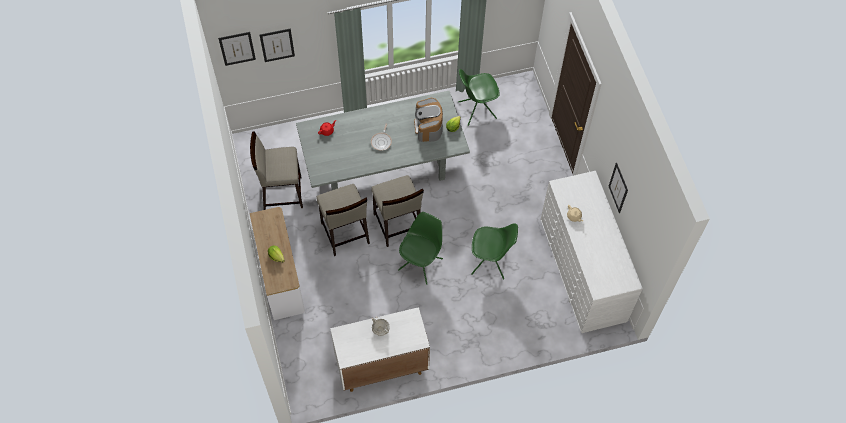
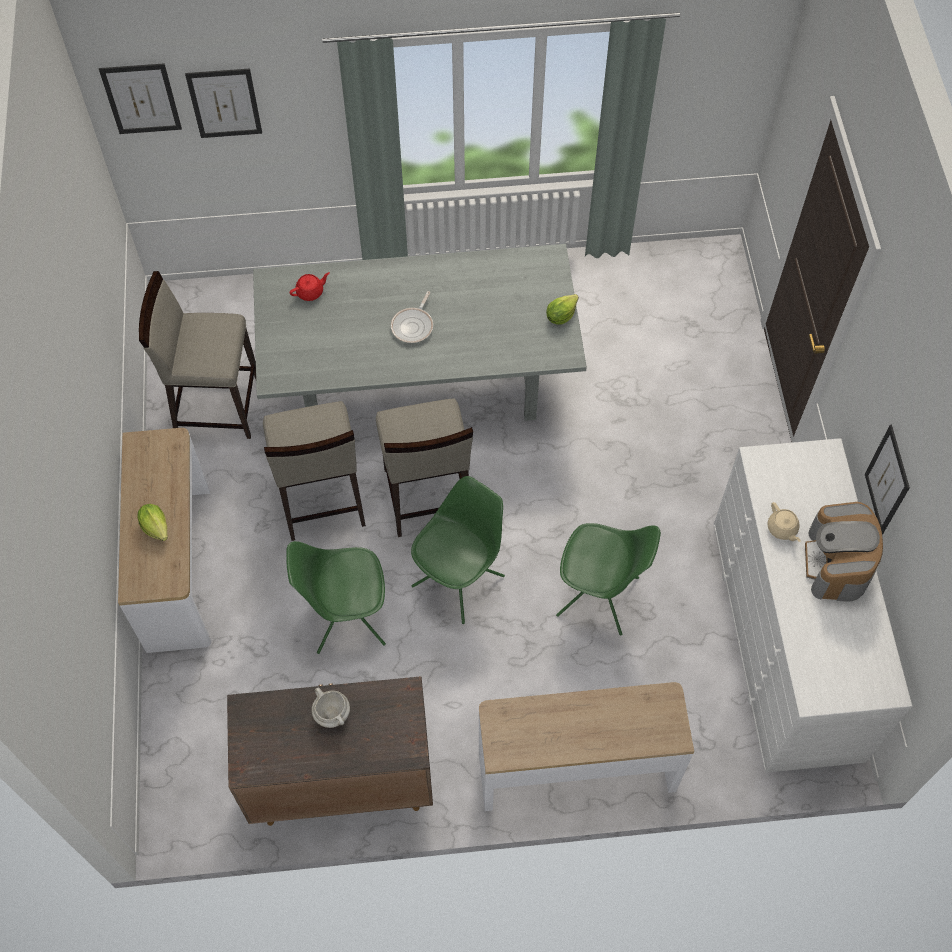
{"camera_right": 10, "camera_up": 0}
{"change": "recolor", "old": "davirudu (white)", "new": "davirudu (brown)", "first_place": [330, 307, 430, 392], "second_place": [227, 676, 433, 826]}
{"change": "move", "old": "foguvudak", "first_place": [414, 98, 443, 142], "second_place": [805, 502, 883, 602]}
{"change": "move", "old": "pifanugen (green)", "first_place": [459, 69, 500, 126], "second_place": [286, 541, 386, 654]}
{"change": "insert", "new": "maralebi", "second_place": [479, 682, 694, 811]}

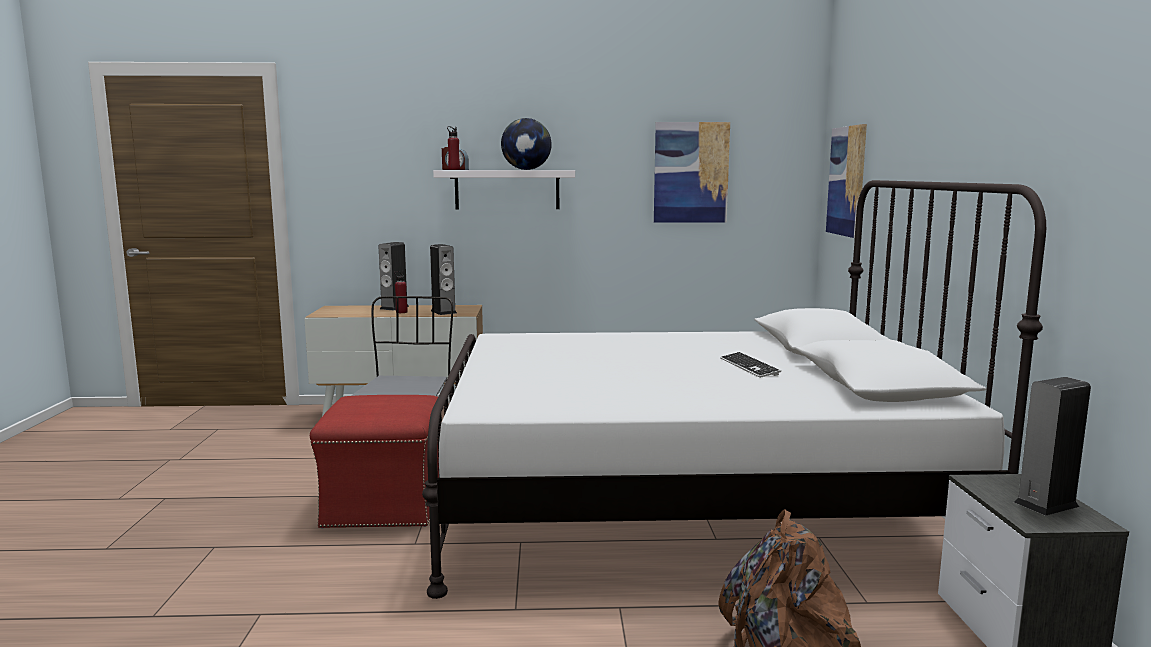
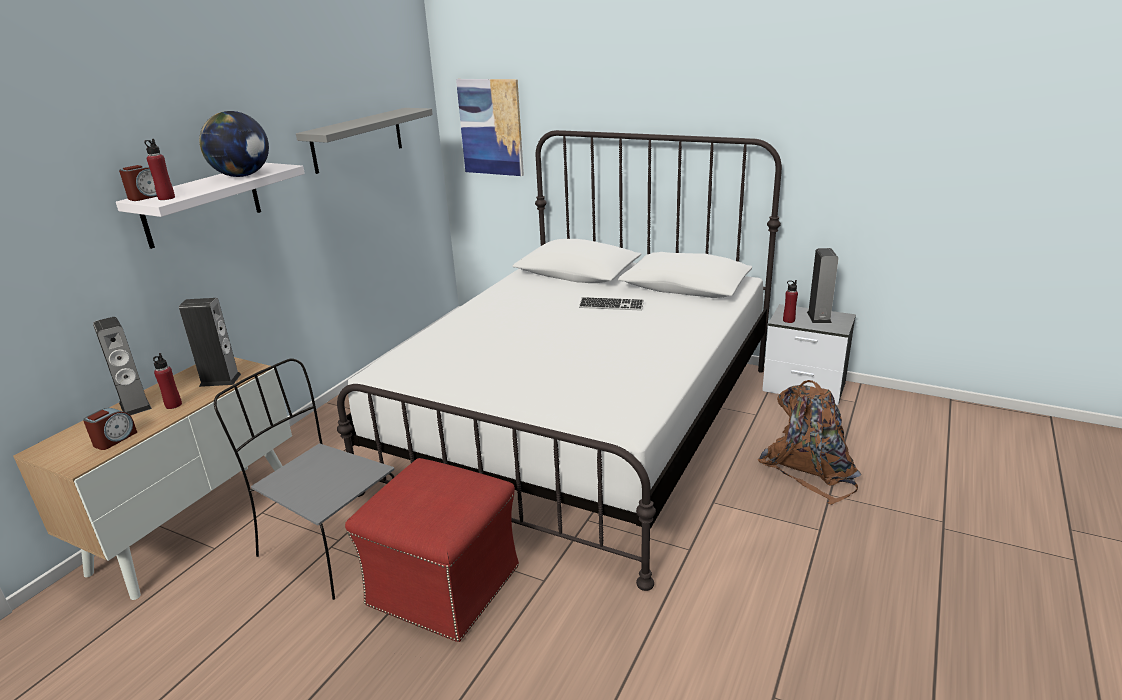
{"camera_right": -60, "camera_up": 15}
{"change": "replace", "old": "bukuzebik", "new": "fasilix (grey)", "first_place": [654, 122, 730, 223], "second_place": [296, 108, 433, 174]}
{"change": "insert", "new": "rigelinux", "second_place": [83, 408, 138, 450]}
{"change": "insert", "new": "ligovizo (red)", "second_place": [783, 280, 798, 323]}

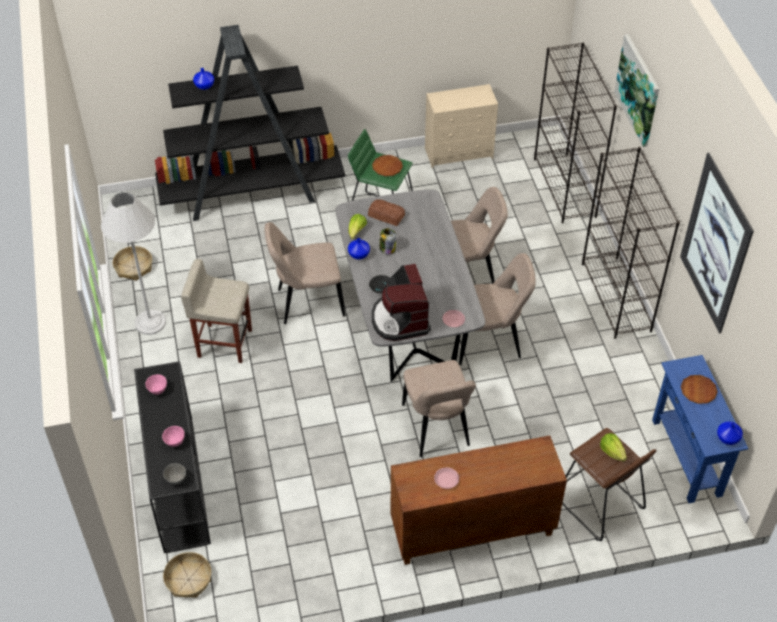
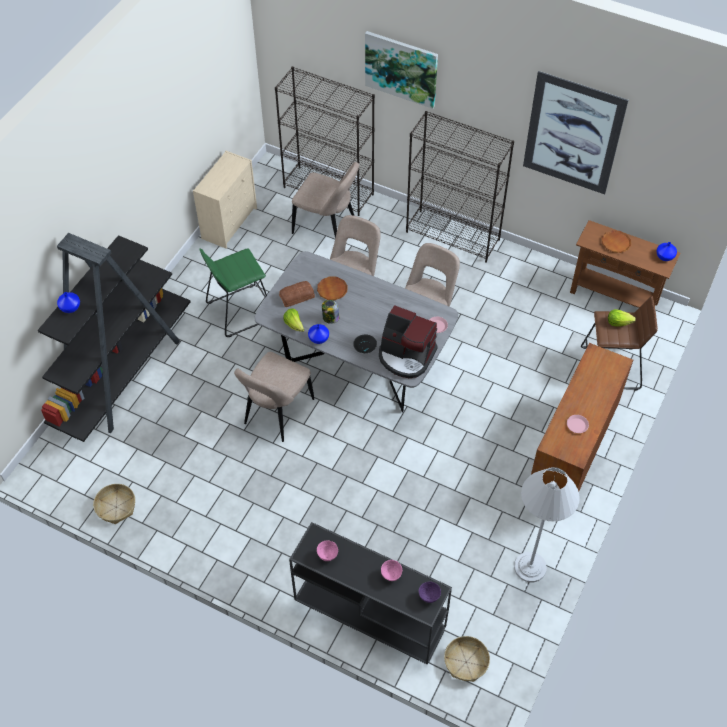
{"camera_right": -50, "camera_up": 5}
{"change": "move", "old": "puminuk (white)", "first_place": [101, 192, 166, 335], "second_place": [514, 467, 580, 582]}
{"change": "recolor", "old": "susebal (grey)", "new": "susebal (purple)", "first_place": [163, 463, 186, 485], "second_place": [419, 582, 441, 603]}
{"change": "delete", "old": "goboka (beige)", "first_place": [181, 259, 252, 363]}
{"change": "move", "old": "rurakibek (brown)", "first_place": [372, 155, 403, 176], "second_place": [317, 276, 348, 300]}
{"change": "move", "old": "pifanugen (beige)", "first_place": [402, 360, 476, 457], "second_place": [292, 162, 359, 238]}
{"change": "recolor", "old": "maralebi (blue)", "new": "maralebi (brown)", "first_place": [652, 355, 748, 503], "second_place": [570, 220, 680, 308]}

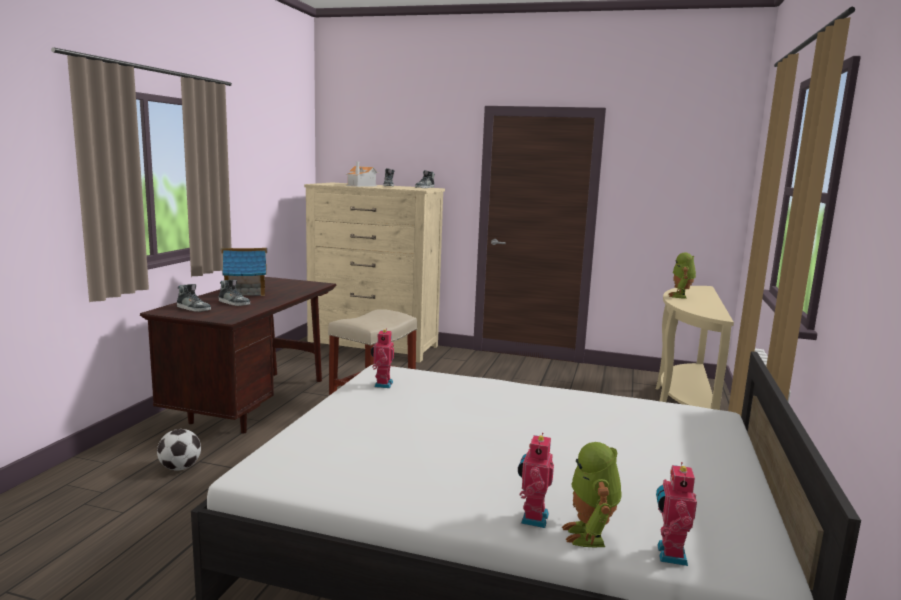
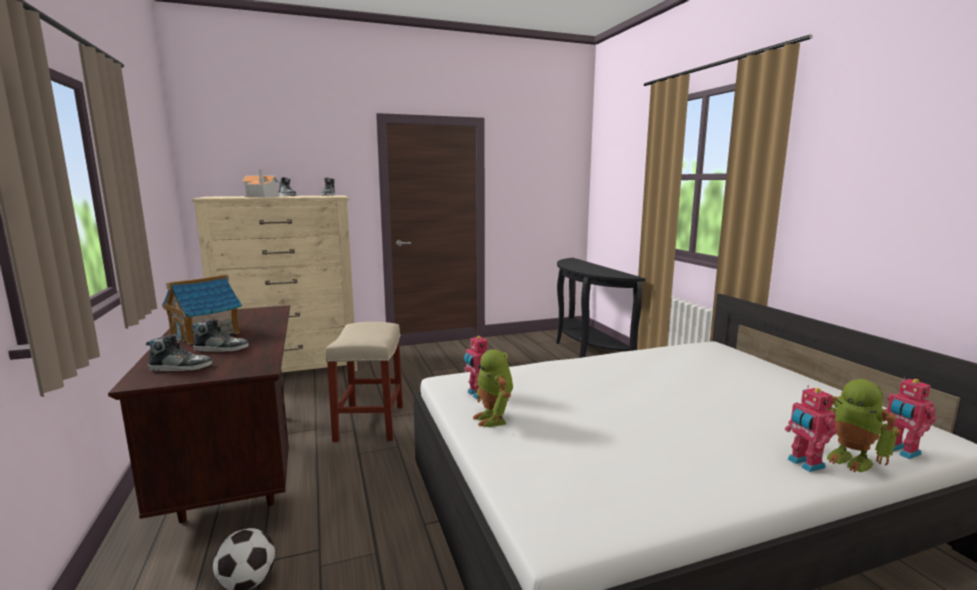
{"camera_right": -35, "camera_up": 0}
{"change": "recolor", "old": "maralebi (beige)", "new": "maralebi (black)", "first_place": [656, 286, 734, 410], "second_place": [556, 258, 646, 358]}
{"change": "move", "old": "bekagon", "first_place": [668, 252, 696, 299], "second_place": [473, 349, 513, 427]}

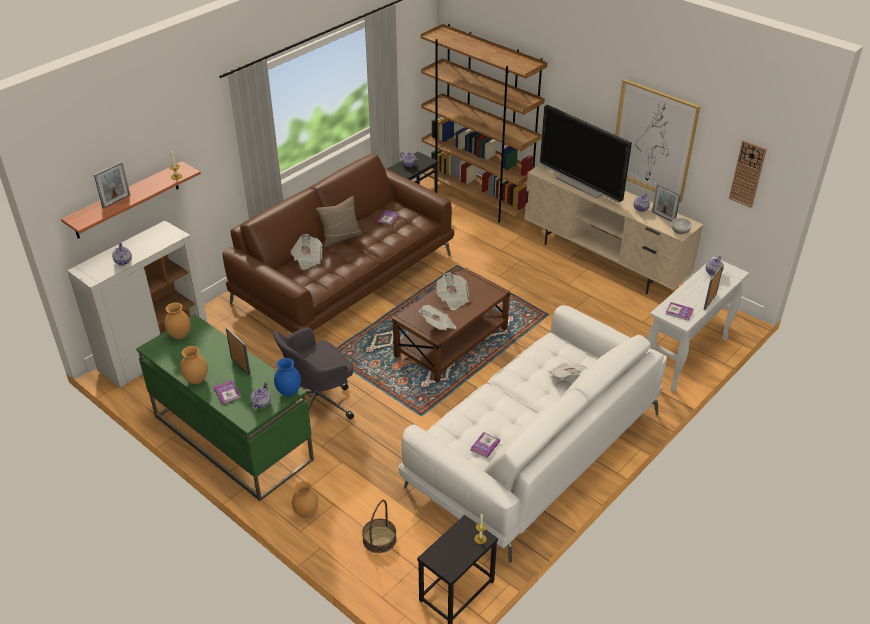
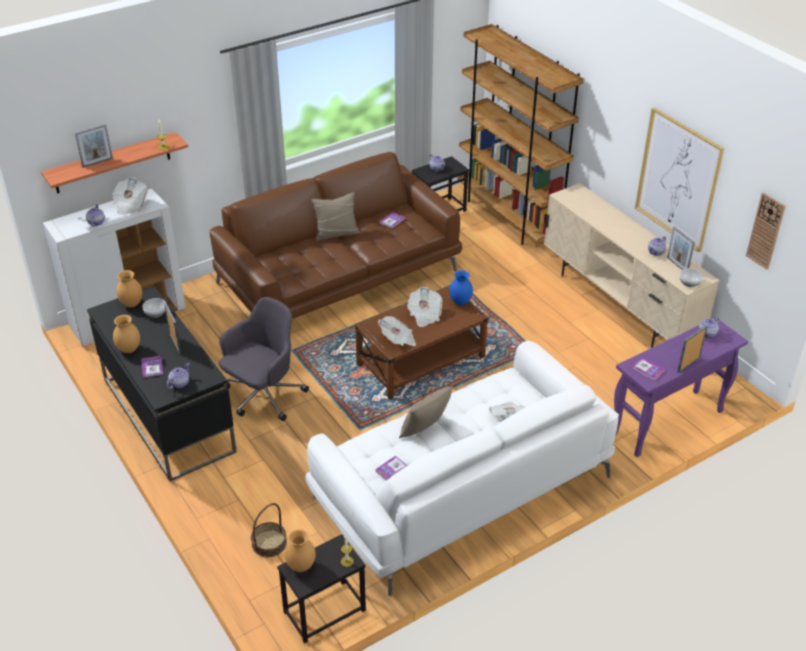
{"camera_right": 15, "camera_up": 0}
{"change": "recolor", "old": "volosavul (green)", "new": "volosavul (black)", "first_place": [136, 314, 314, 501], "second_place": [87, 286, 237, 482]}
{"change": "rotate", "old": "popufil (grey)", "first_place": [274, 327, 354, 419], "second_place": [219, 297, 309, 421], "degrees": 150}
{"change": "move", "old": "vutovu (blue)", "first_place": [274, 358, 301, 396], "second_place": [449, 270, 473, 305]}
{"change": "move", "old": "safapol", "first_place": [291, 234, 323, 270], "second_place": [112, 177, 148, 215]}
{"change": "move", "old": "vutovu (brown)", "first_place": [292, 481, 318, 518], "second_place": [285, 529, 316, 572]}
{"change": "delete", "old": "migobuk", "first_place": [540, 105, 632, 203]}
{"change": "recolor", "old": "maralebi (white)", "new": "maralebi (purple)", "first_place": [647, 257, 749, 392], "second_place": [614, 317, 748, 457]}
{"change": "insert", "new": "susebal", "second_place": [142, 298, 166, 318]}
{"change": "insert", "new": "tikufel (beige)", "second_place": [399, 386, 453, 438]}

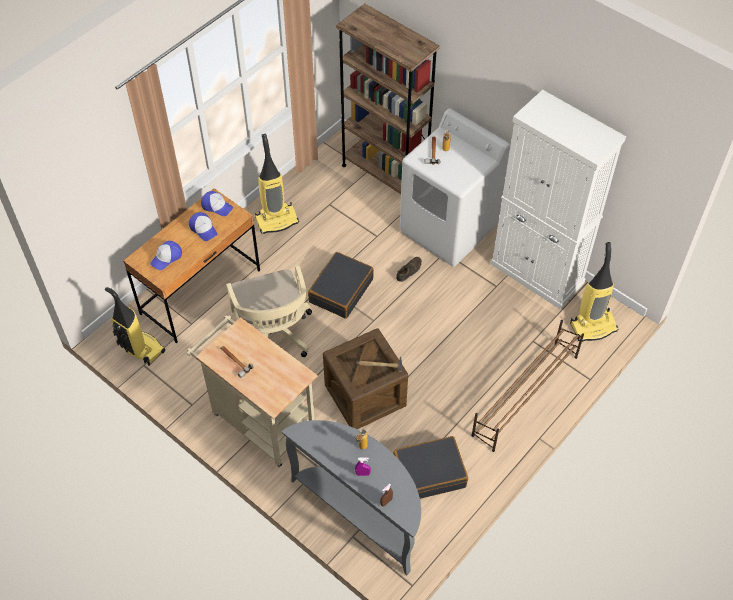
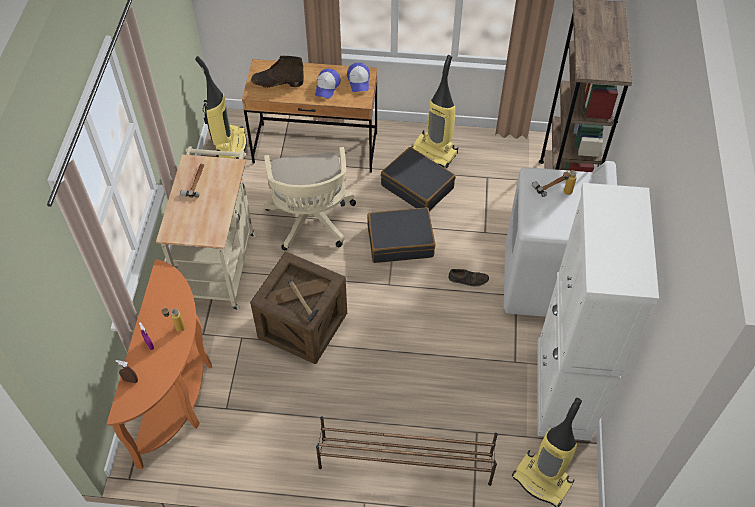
{"camera_right": 55, "camera_up": 0}
{"change": "replace", "old": "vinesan", "new": "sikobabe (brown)", "first_place": [150, 241, 182, 270], "second_place": [251, 56, 304, 88]}
{"change": "rotate", "old": "popufil (beige)", "first_place": [226, 265, 312, 357], "second_place": [263, 147, 356, 250], "degrees": -45}
{"change": "recolor", "old": "maralebi (grey)", "new": "maralebi (orange)", "first_place": [282, 420, 421, 575], "second_place": [107, 259, 212, 469]}
{"change": "move", "old": "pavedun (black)", "first_place": [393, 436, 468, 499], "second_place": [381, 147, 456, 211]}

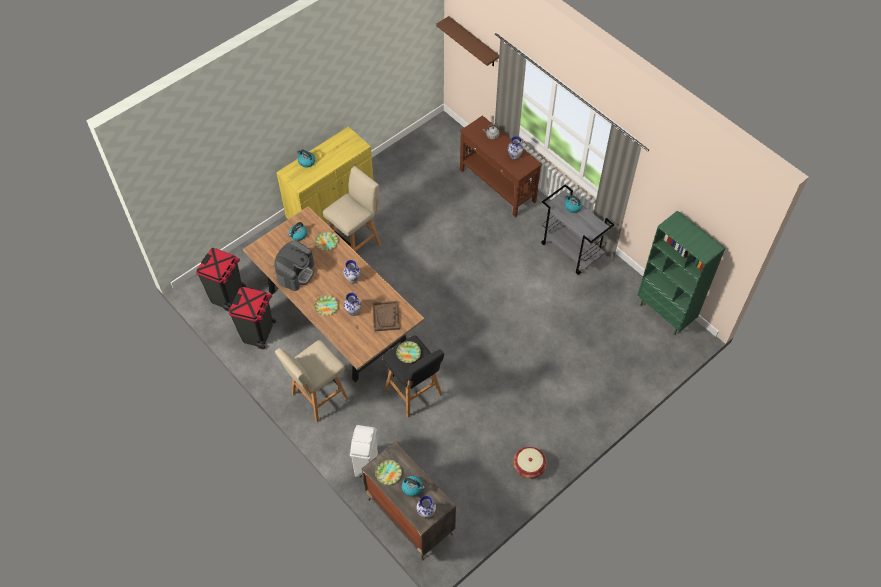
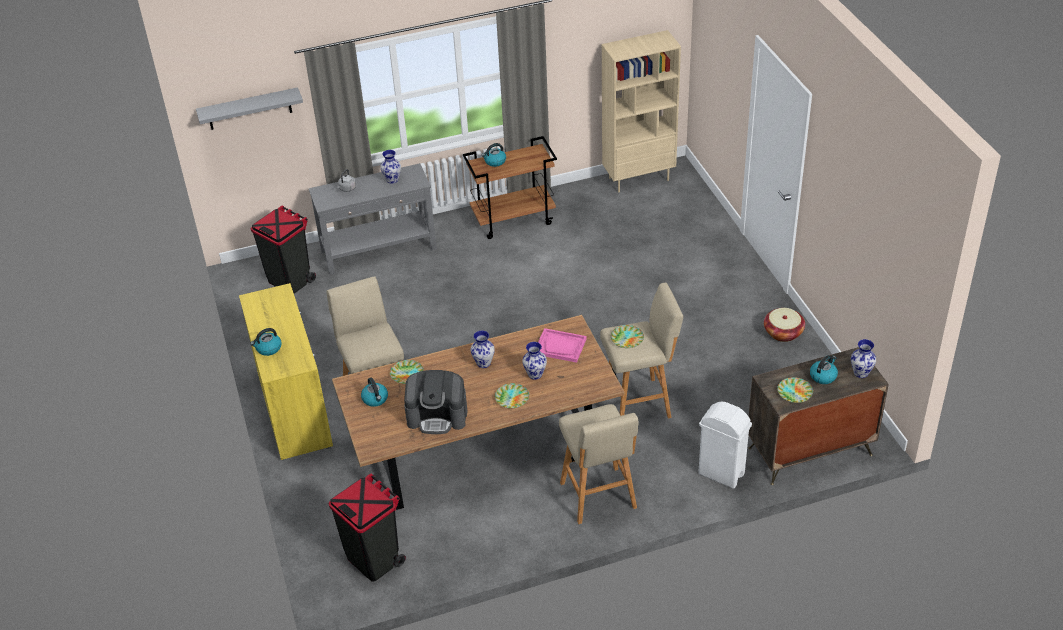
{"camera_right": -65, "camera_up": -15}
{"change": "move", "old": "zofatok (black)", "first_place": [229, 286, 276, 349], "second_place": [251, 205, 316, 294]}
{"change": "rotate", "old": "foguvudak", "first_place": [274, 241, 314, 291], "second_place": [404, 370, 467, 434], "degrees": 135}
{"change": "recolor", "old": "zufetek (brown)", "new": "zufetek (pink)", "first_place": [373, 301, 400, 331], "second_place": [538, 328, 587, 363]}
{"change": "recolor", "old": "goboka (black)", "new": "goboka (beige)", "first_place": [382, 335, 444, 417], "second_place": [600, 283, 683, 418]}
{"change": "recolor", "old": "fasilix (brown)", "new": "fasilix (grey)", "first_place": [436, 16, 499, 66], "second_place": [196, 87, 303, 130]}
{"change": "recolor", "old": "maralebi (brown)", "new": "maralebi (grey)", "first_place": [460, 115, 542, 218], "second_place": [309, 163, 437, 275]}
{"change": "recolor", "old": "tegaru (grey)", "new": "tegaru (brown)", "first_place": [540, 184, 615, 275], "second_place": [463, 136, 557, 239]}
{"change": "recolor", "old": "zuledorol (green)", "new": "zuledorol (beige)", "first_place": [637, 210, 725, 335], "second_place": [602, 30, 681, 193]}

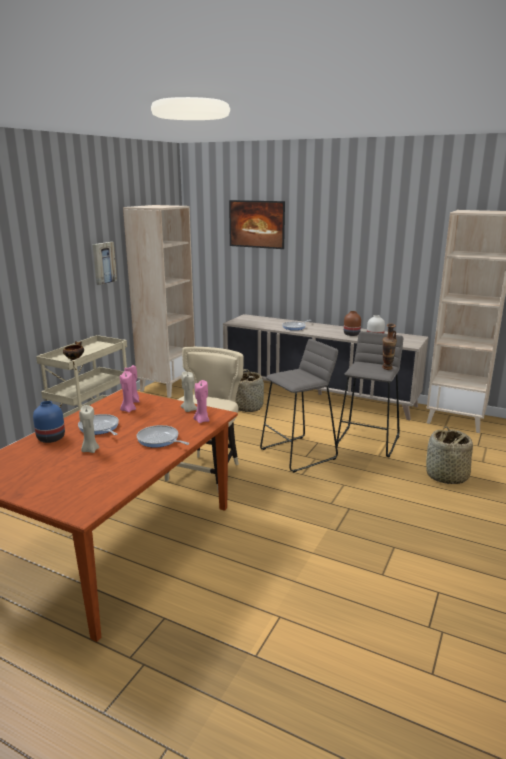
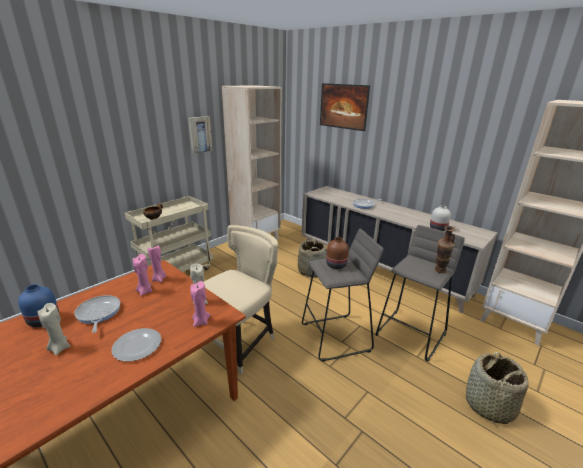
{"camera_right": 15, "camera_up": 5}
{"change": "replace", "old": "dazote", "new": "rurakibek", "first_place": [137, 425, 189, 448], "second_place": [111, 328, 161, 361]}
{"change": "move", "old": "vutovu (brown)", "first_place": [344, 311, 361, 336], "second_place": [326, 237, 349, 269]}

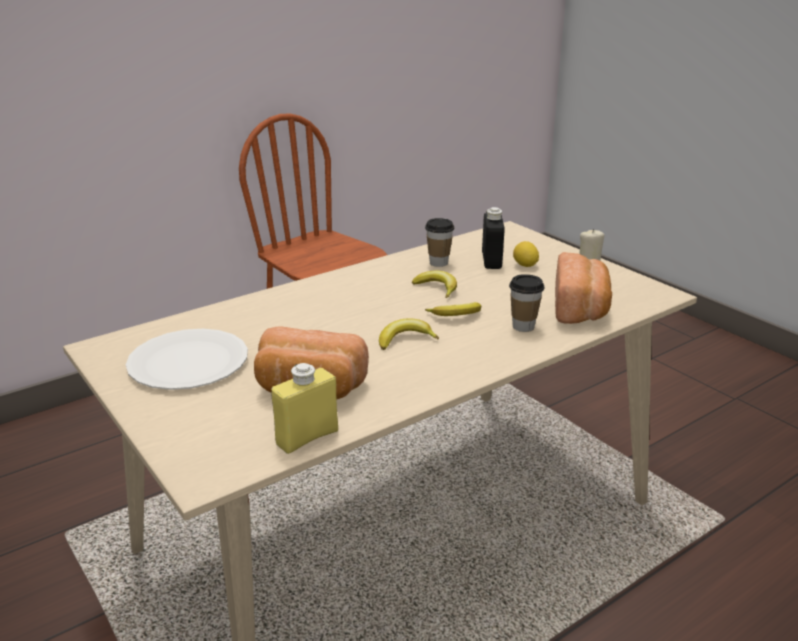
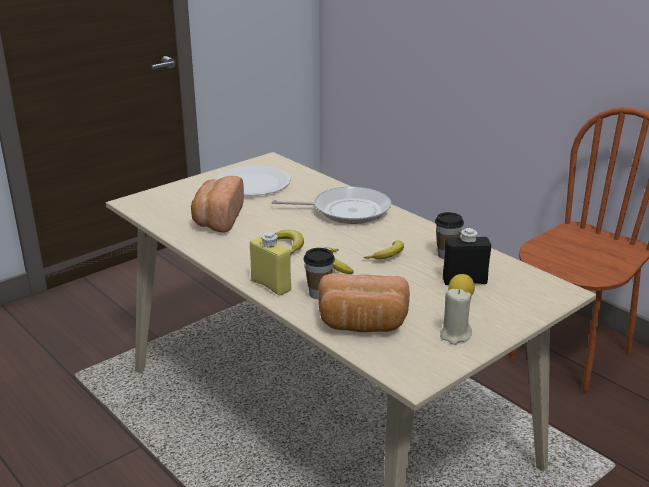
{"camera_right": 85, "camera_up": 0}
{"change": "move", "old": "ligovizo (yellow)", "first_place": [271, 363, 338, 454], "second_place": [250, 232, 291, 296]}
{"change": "insert", "new": "dazote", "second_place": [272, 187, 391, 224]}

